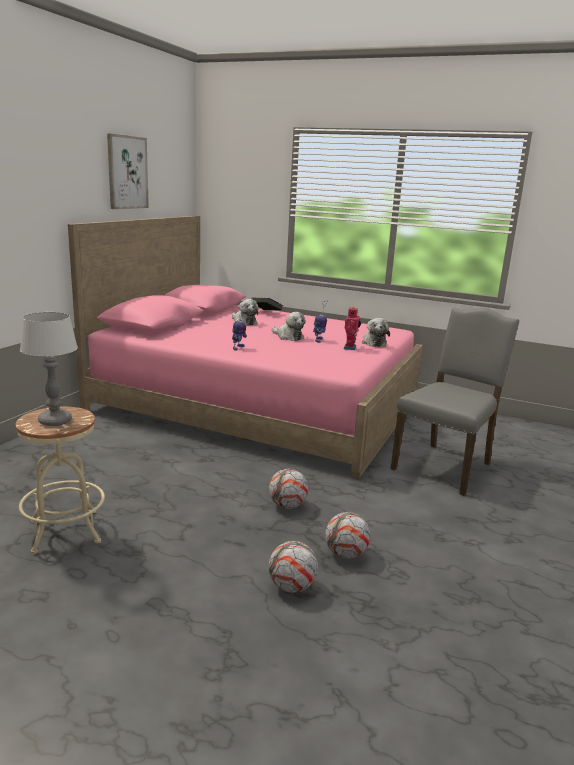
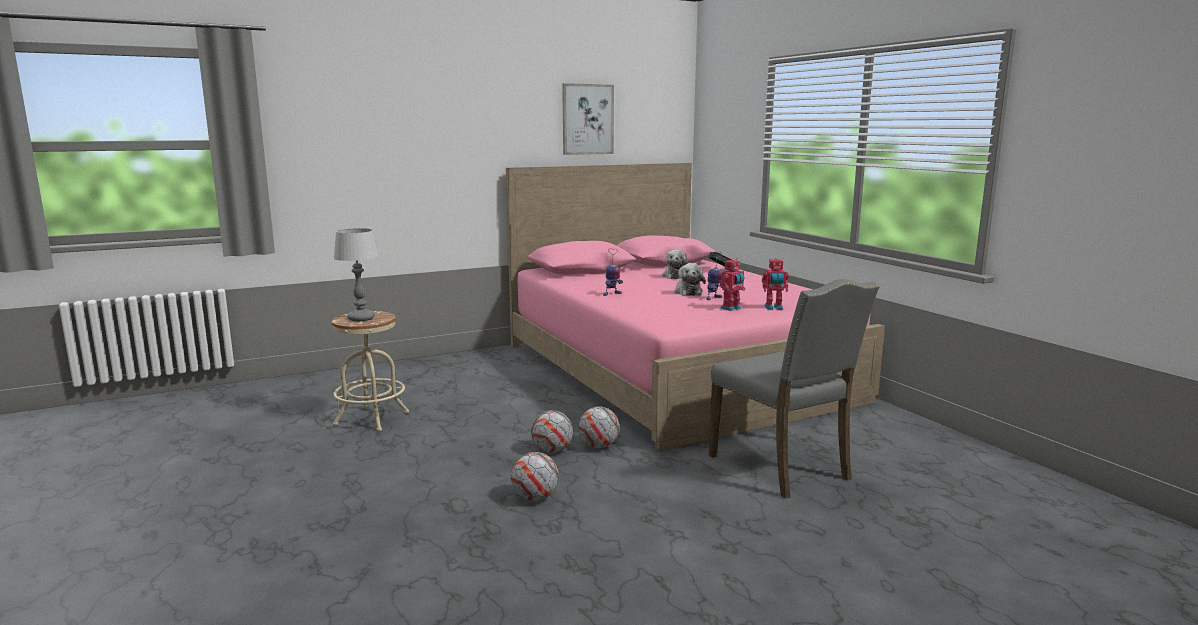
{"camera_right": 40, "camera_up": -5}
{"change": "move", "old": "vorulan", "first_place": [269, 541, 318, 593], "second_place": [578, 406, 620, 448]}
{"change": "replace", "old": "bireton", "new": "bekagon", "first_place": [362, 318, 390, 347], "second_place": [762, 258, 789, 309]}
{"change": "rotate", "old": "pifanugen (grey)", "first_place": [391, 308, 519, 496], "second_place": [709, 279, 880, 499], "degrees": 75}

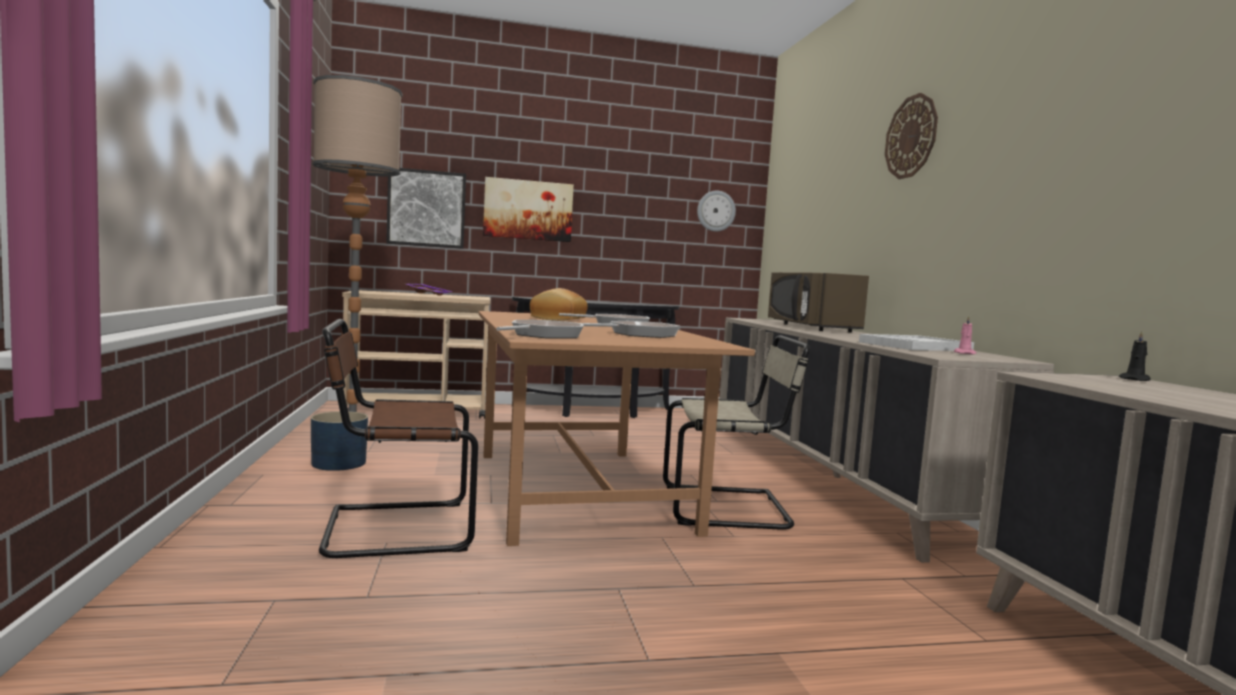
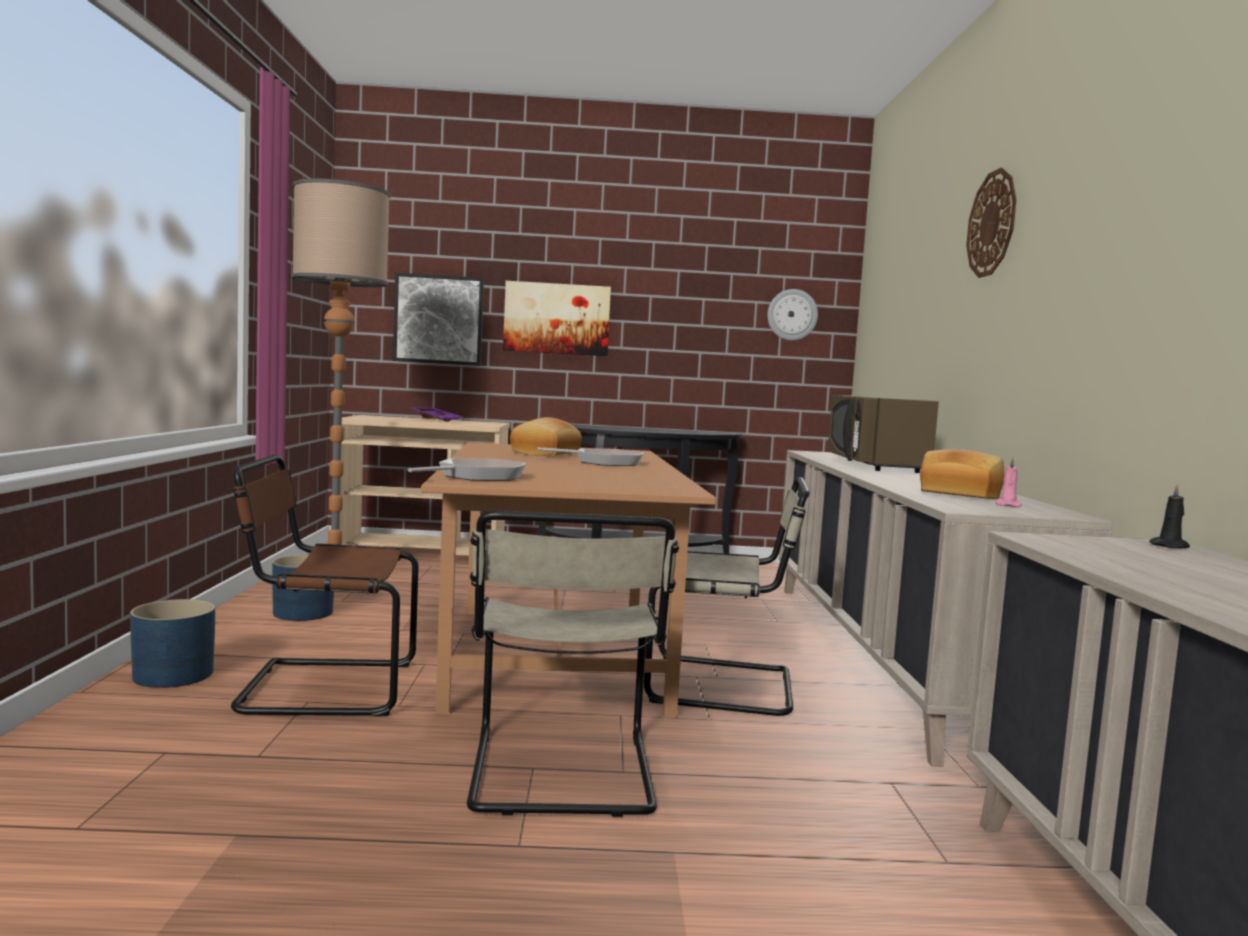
{"camera_right": 10, "camera_up": 0}
{"change": "delete", "old": "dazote", "first_place": [582, 321, 680, 338]}
{"change": "replace", "old": "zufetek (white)", "new": "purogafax", "first_place": [859, 334, 974, 351], "second_place": [920, 449, 1004, 499]}
{"change": "insert", "new": "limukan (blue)", "second_place": [130, 599, 215, 688]}
{"change": "insert", "new": "pifanugen (beige)", "second_place": [467, 511, 679, 817]}

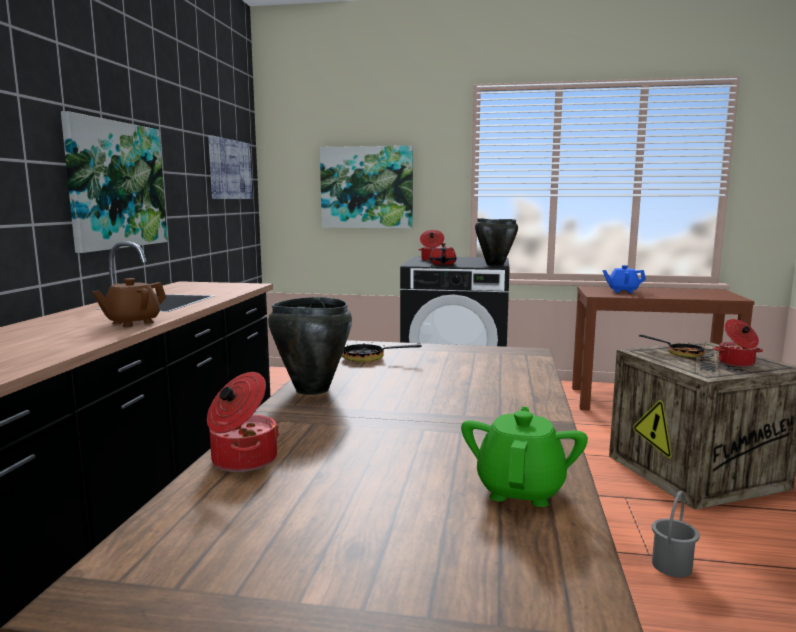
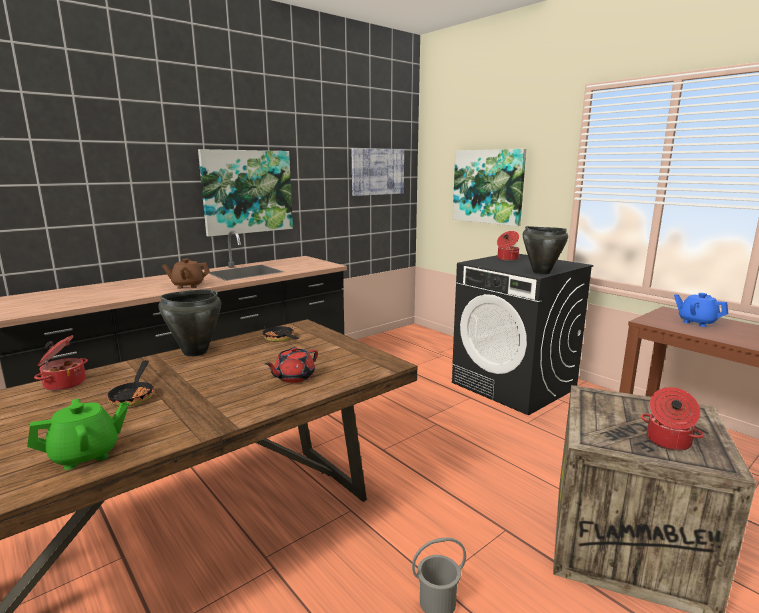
{"camera_right": 40, "camera_up": 5}
{"change": "move", "old": "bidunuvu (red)", "first_place": [430, 243, 457, 265], "second_place": [265, 347, 318, 383]}
{"change": "move", "old": "dazote", "first_place": [639, 335, 705, 357], "second_place": [106, 360, 155, 406]}

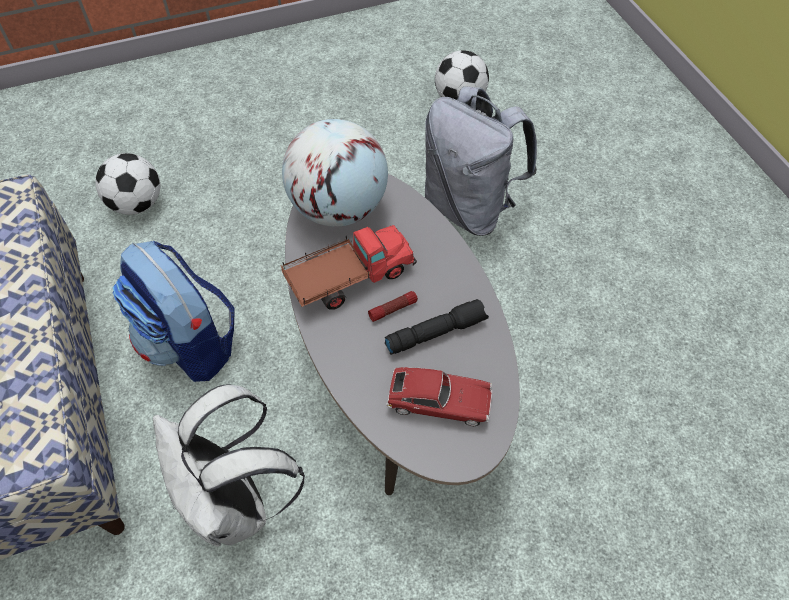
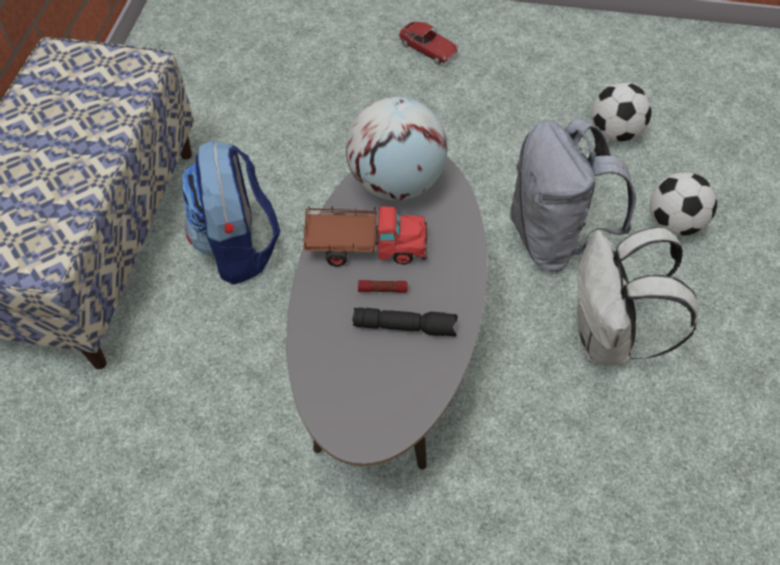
{"camera_right": 30, "camera_up": 0}
{"change": "move", "old": "vorulan", "first_place": [95, 153, 160, 215], "second_place": [650, 172, 717, 236]}
{"change": "move", "old": "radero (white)", "first_place": [153, 384, 305, 546], "second_place": [577, 227, 698, 365]}
{"change": "move", "old": "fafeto", "first_place": [386, 367, 492, 427], "second_place": [398, 22, 459, 65]}

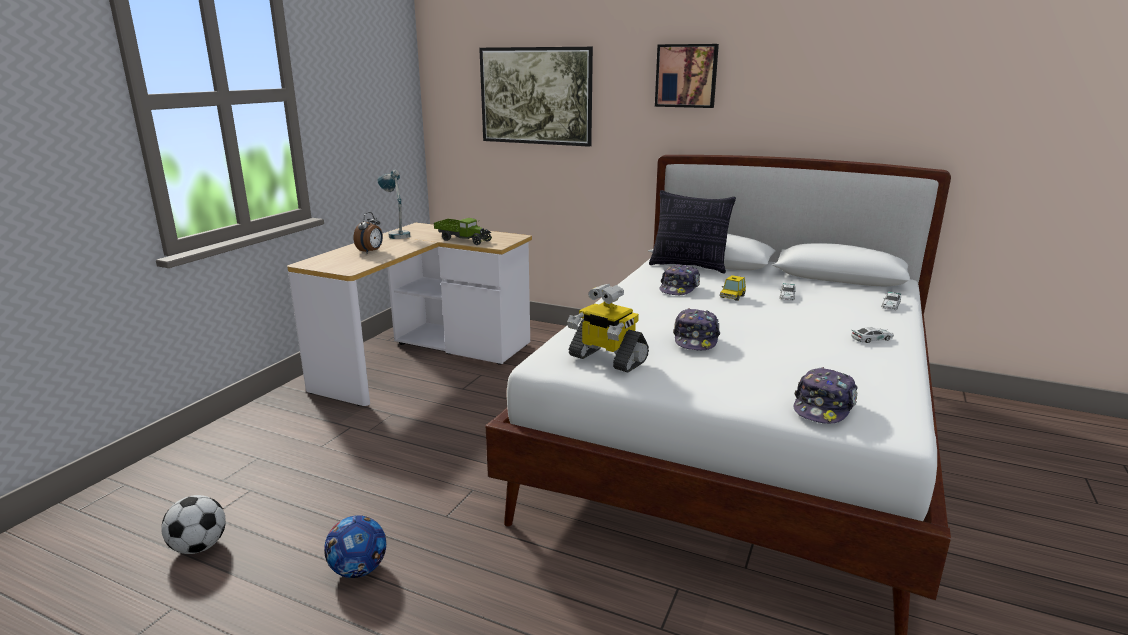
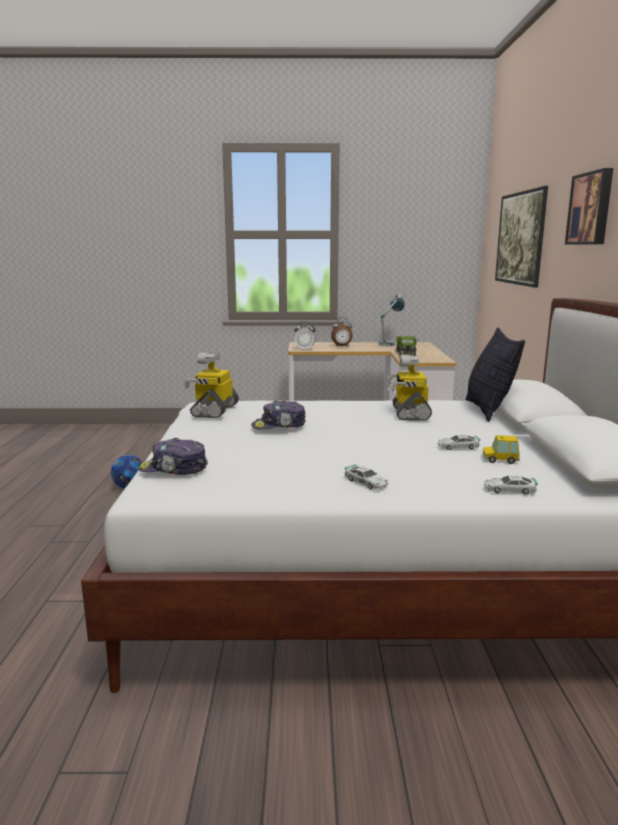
{"camera_right": 65, "camera_up": -5}
{"change": "delete", "old": "vorulan", "first_place": [161, 495, 226, 554]}
{"change": "replace", "old": "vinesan", "new": "bekagon", "first_place": [660, 264, 700, 295], "second_place": [388, 355, 432, 421]}
{"change": "move", "old": "fafeto", "first_place": [720, 275, 746, 301], "second_place": [483, 435, 520, 464]}
{"change": "insert", "new": "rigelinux", "second_place": [294, 321, 316, 350]}

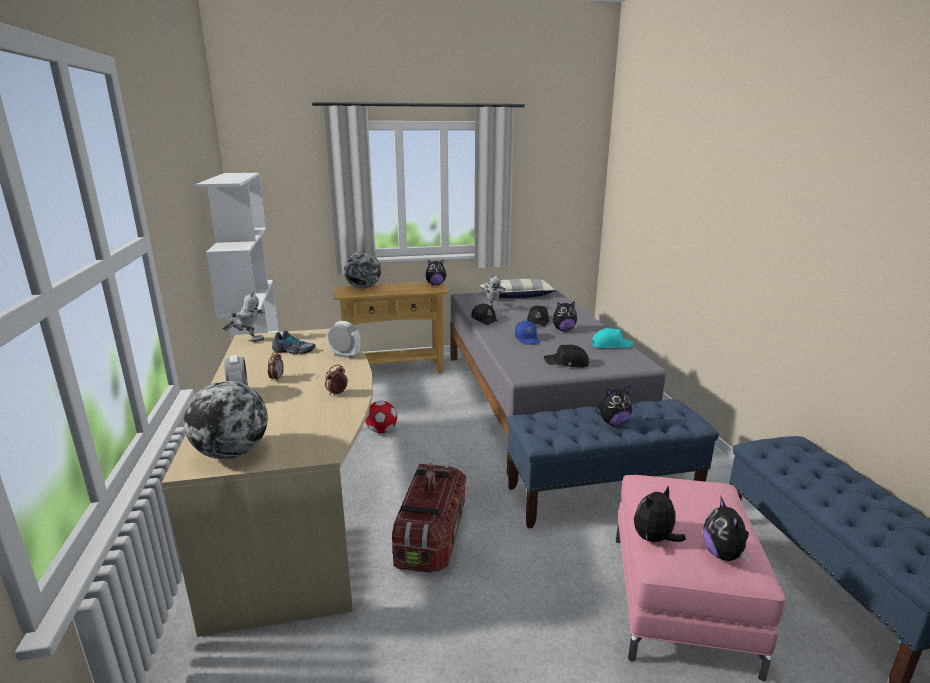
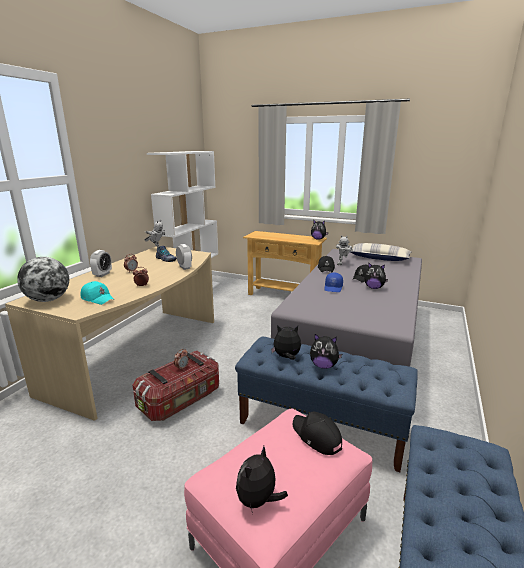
{"camera_right": 35, "camera_up": 0}
{"change": "delete", "old": "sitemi", "first_place": [344, 252, 381, 289]}
{"change": "delete", "old": "vorulan", "first_place": [365, 401, 397, 433]}
{"change": "move", "old": "vinesan (black)", "first_place": [544, 345, 589, 368], "second_place": [293, 412, 342, 455]}
{"change": "move", "old": "vinesan (turquoise)", "first_place": [591, 328, 633, 348], "second_place": [80, 281, 113, 305]}
{"change": "move", "old": "bireton", "first_place": [634, 485, 686, 543], "second_place": [271, 325, 301, 360]}

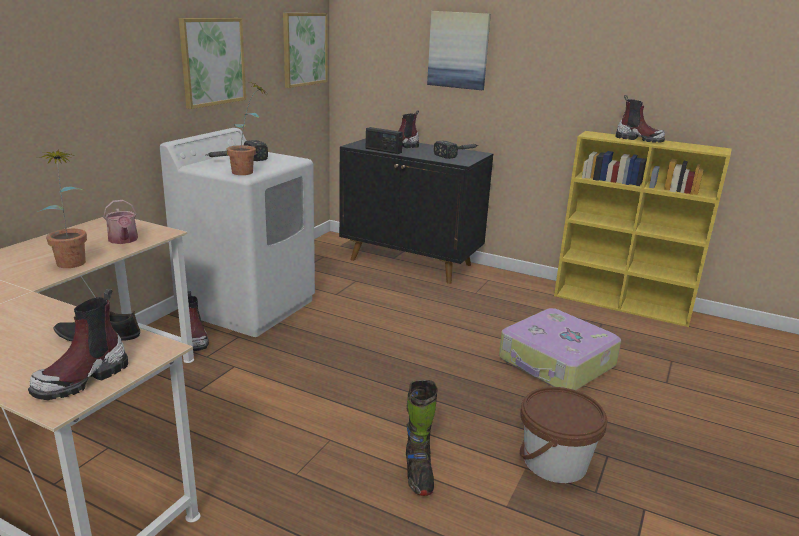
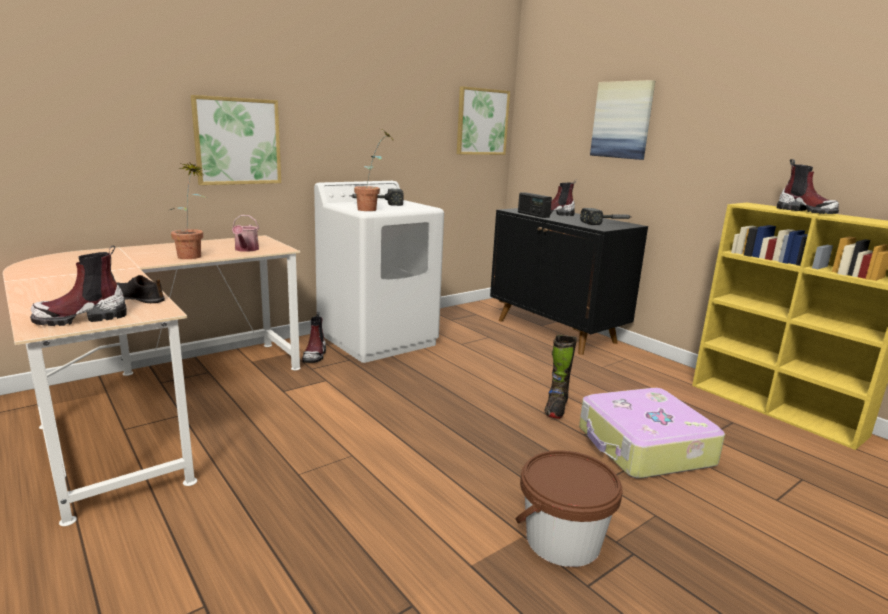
{"camera_right": 25, "camera_up": -5}
{"change": "move", "old": "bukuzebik", "first_place": [179, 18, 246, 109], "second_place": [191, 95, 281, 185]}
{"change": "move", "old": "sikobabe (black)", "first_place": [406, 380, 438, 496], "second_place": [545, 335, 577, 419]}

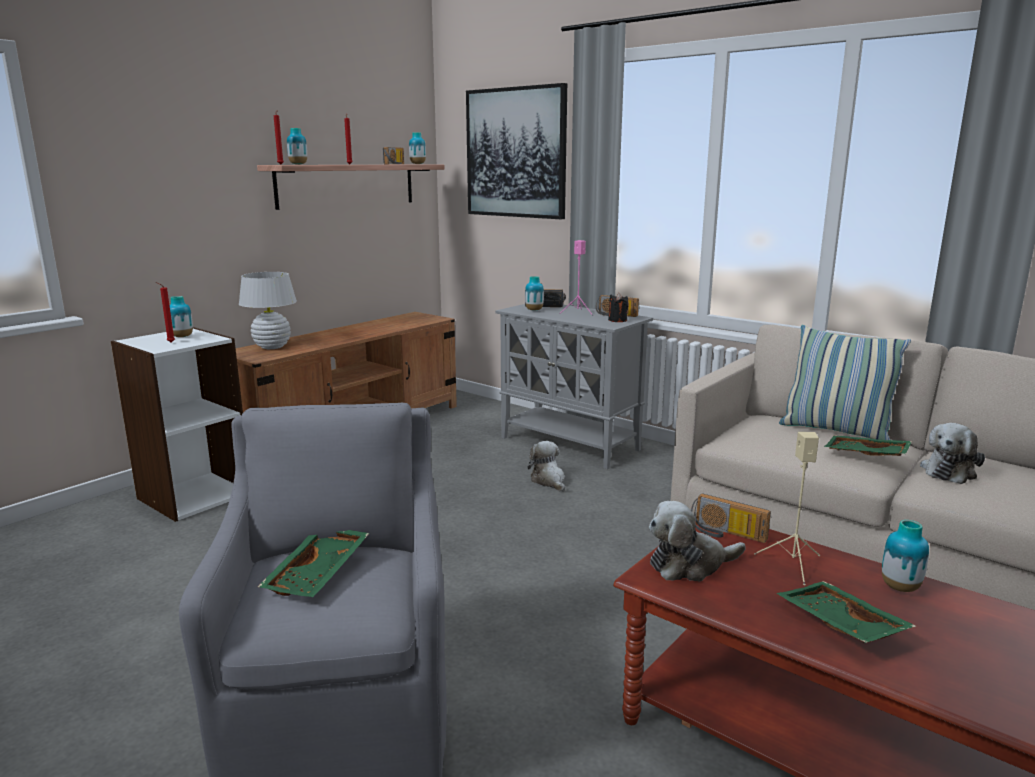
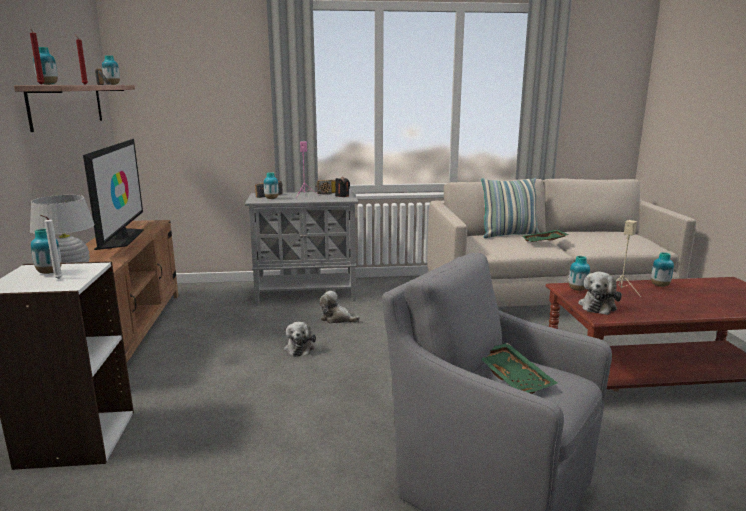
{"camera_right": -45, "camera_up": 0}
{"change": "recolor", "old": "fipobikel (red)", "new": "fipobikel (white)", "first_place": [156, 282, 175, 343], "second_place": [40, 215, 63, 279]}
{"change": "delete", "old": "bukuzebik", "first_place": [466, 83, 567, 219]}
{"change": "replace", "old": "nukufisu", "new": "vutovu", "first_place": [691, 493, 771, 543], "second_place": [569, 256, 590, 291]}
{"change": "delete", "old": "zufetek (green)", "first_place": [776, 581, 916, 643]}
{"change": "move", "old": "bireton", "first_place": [920, 423, 985, 484], "second_place": [284, 322, 316, 356]}
{"change": "insert", "new": "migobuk", "second_place": [83, 139, 144, 250]}

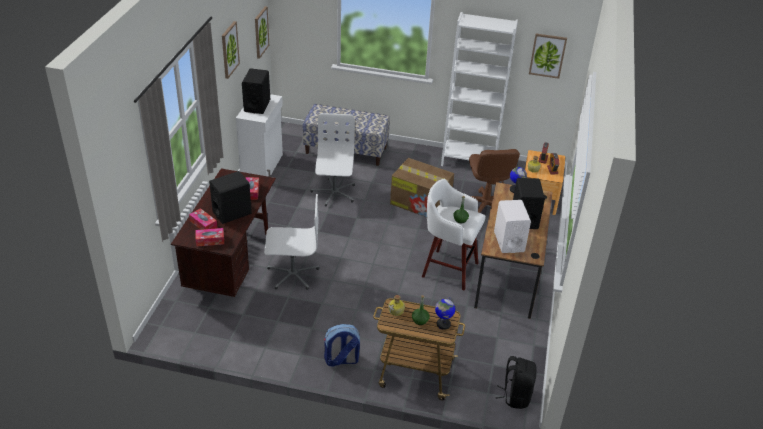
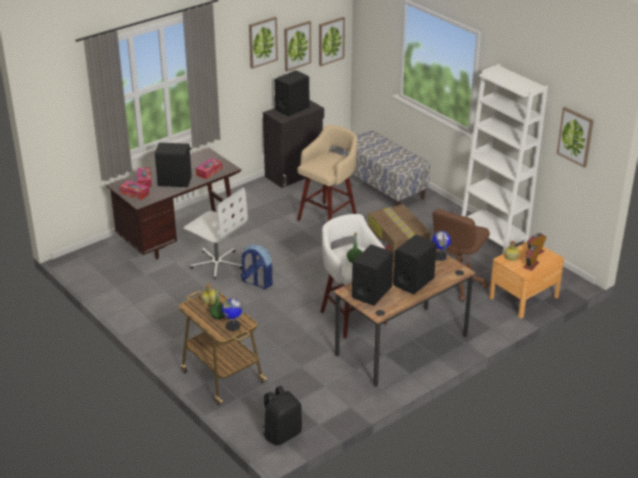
{"camera_right": 40, "camera_up": -5}
{"change": "recolor", "old": "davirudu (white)", "new": "davirudu (black)", "first_place": [236, 94, 283, 177], "second_place": [263, 100, 324, 188]}
{"change": "replace", "old": "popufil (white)", "new": "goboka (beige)", "first_place": [310, 113, 355, 207], "second_place": [297, 125, 358, 221]}
{"change": "move", "old": "radero", "first_place": [324, 324, 360, 367], "second_place": [241, 244, 273, 289]}
{"change": "recolor", "old": "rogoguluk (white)", "new": "rogoguluk (black)", "first_place": [494, 200, 531, 253], "second_place": [352, 244, 393, 306]}
{"change": "insert", "new": "bukuzebik", "second_place": [284, 21, 311, 71]}

